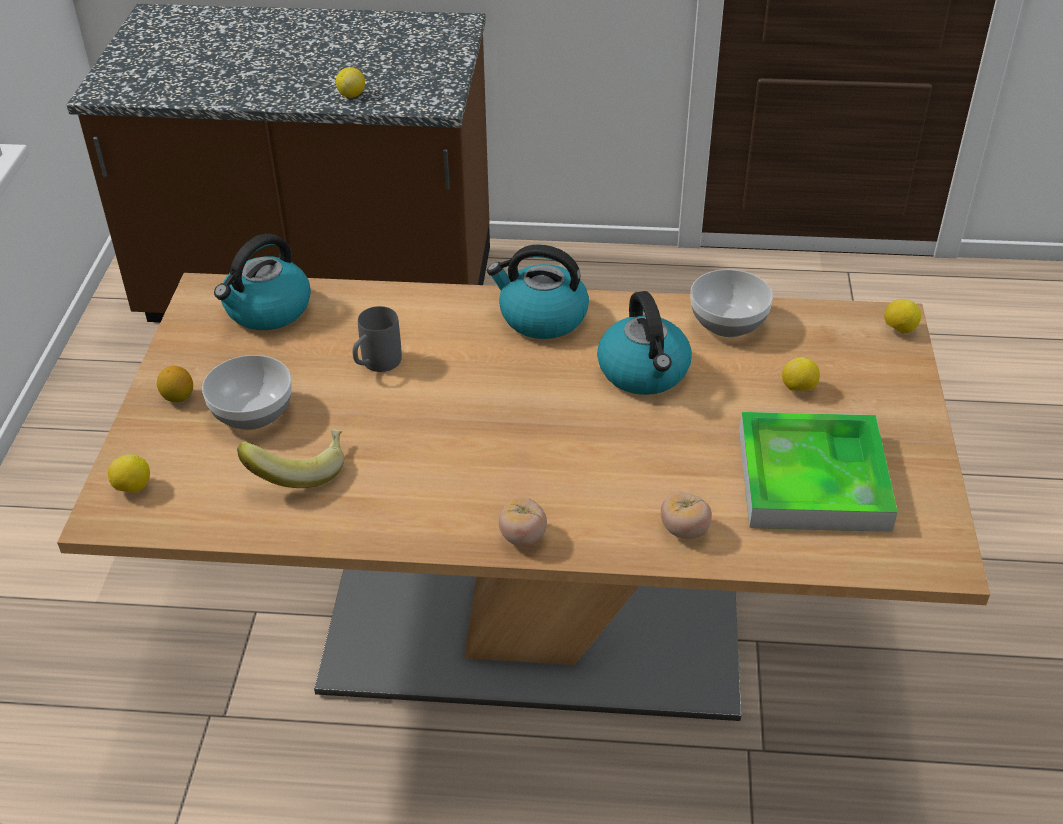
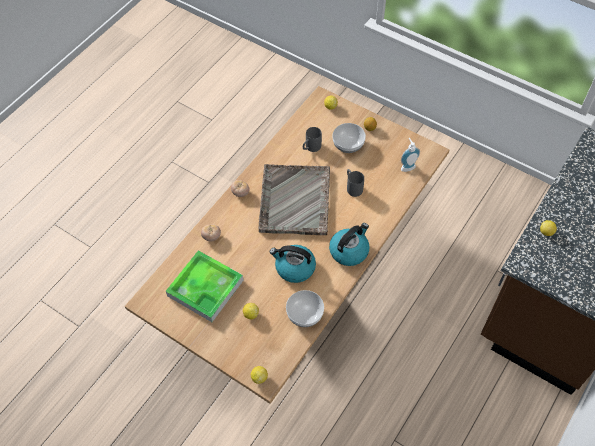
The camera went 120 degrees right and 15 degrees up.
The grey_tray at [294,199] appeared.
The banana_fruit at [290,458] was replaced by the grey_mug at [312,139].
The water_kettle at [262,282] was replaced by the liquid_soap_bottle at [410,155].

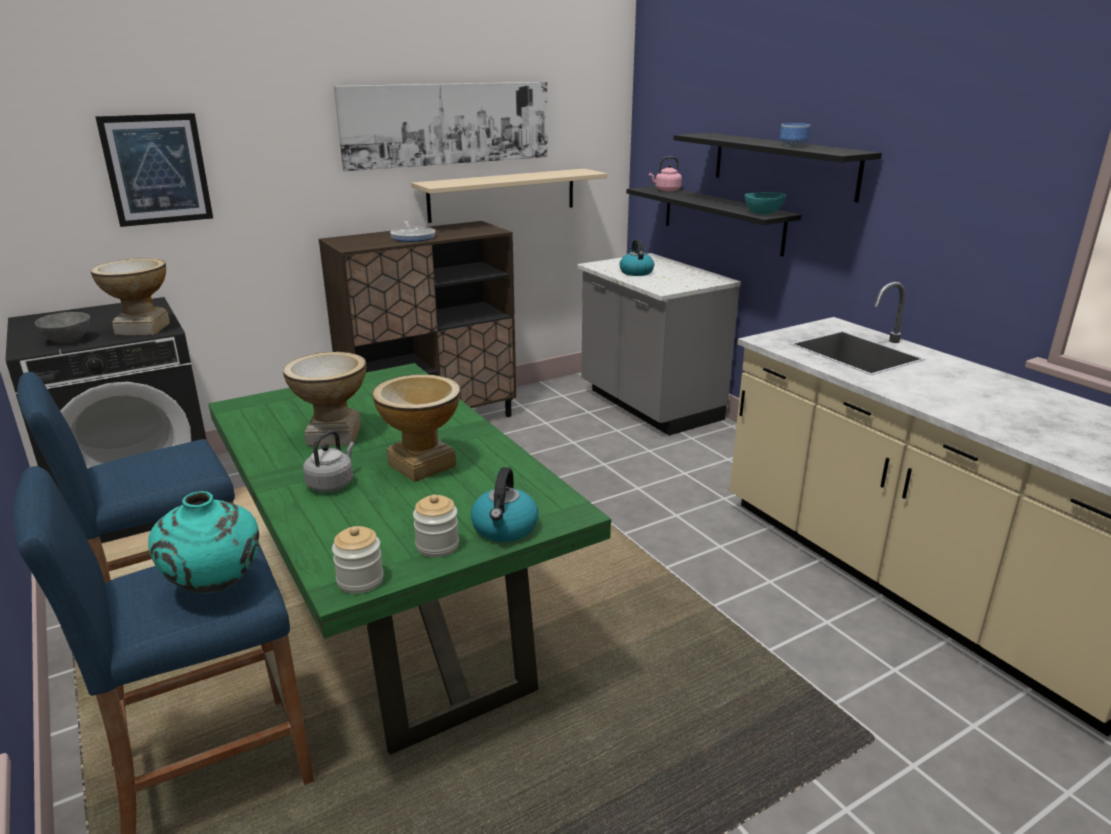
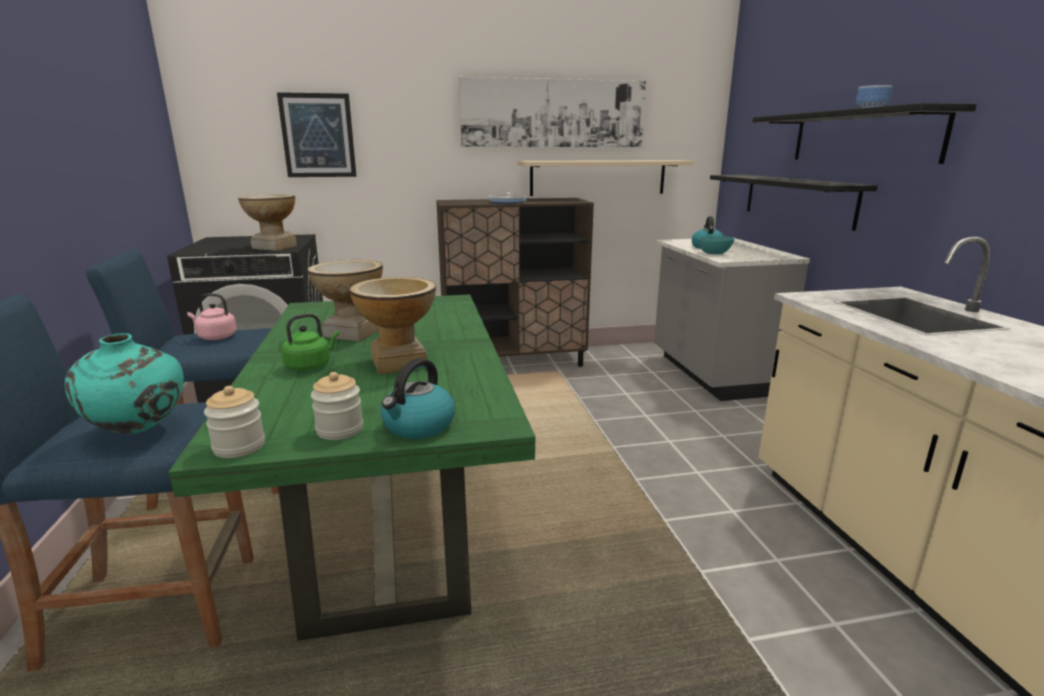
The camera went 20 degrees right and 5 degrees down.
The pink-coloured_water_kettle moved from [665,174] to [212,316].
The grey_water_kettle at [329,461] became the green-coloured_water_kettle at [310,342].
The blue-green_serving_bowl moved from [765,203] to [716,245].
The grey_serving_bowl at [62,327] disappeared.

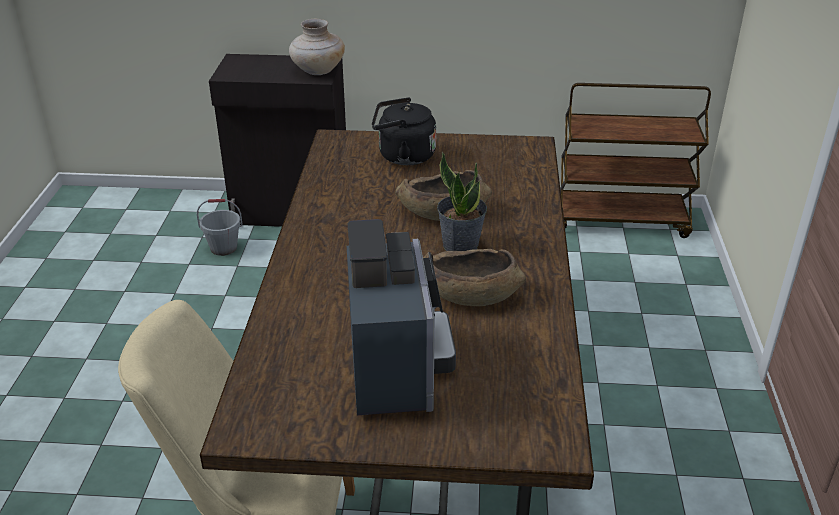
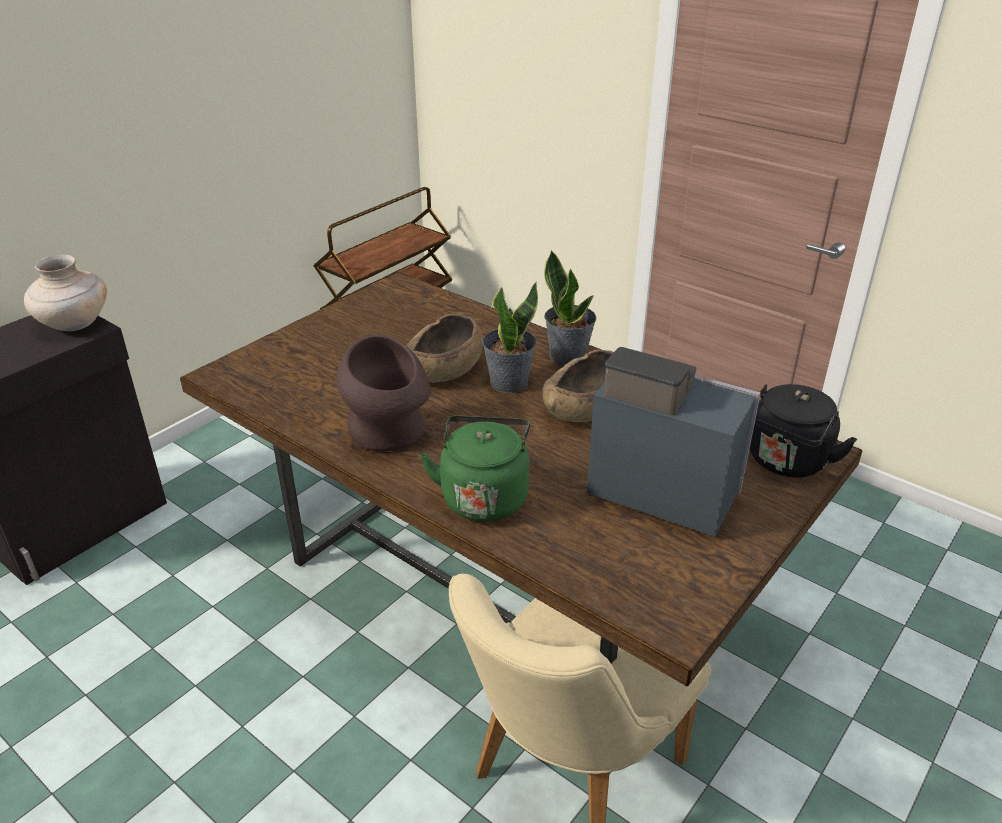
The camera went 55 degrees left and 0 degrees up.
The brownish_flower_vase at [383,393] appeared.
The green-coloured_water_kettle at [475,468] appeared.
The plant_in_a_pot at [570,308] appeared.
The black_water_kettle moved from [404,131] to [803,430].
The grey_pail at [220,227] disappeared.

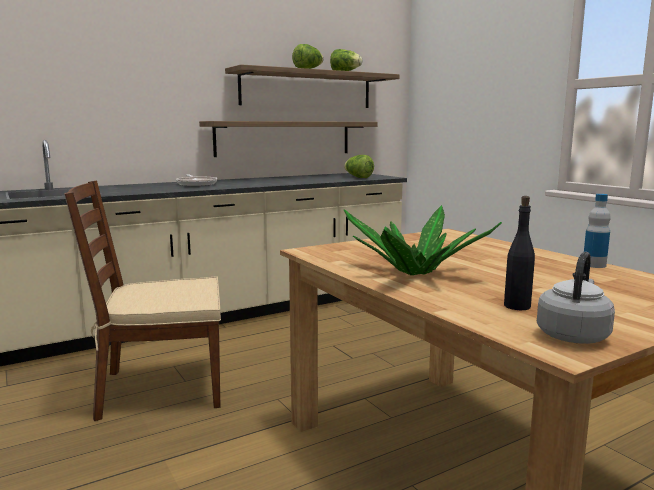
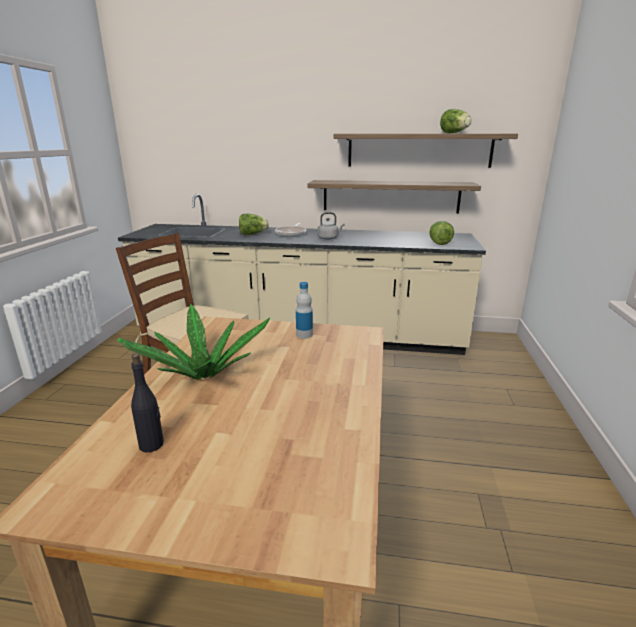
The camera went 40 degrees right and 10 degrees up.
The lettuce moved from [307,56] to [254,224].
The drink_bottle moved from [597,231] to [304,310].
The grey_water_kettle moved from [576,298] to [331,226].

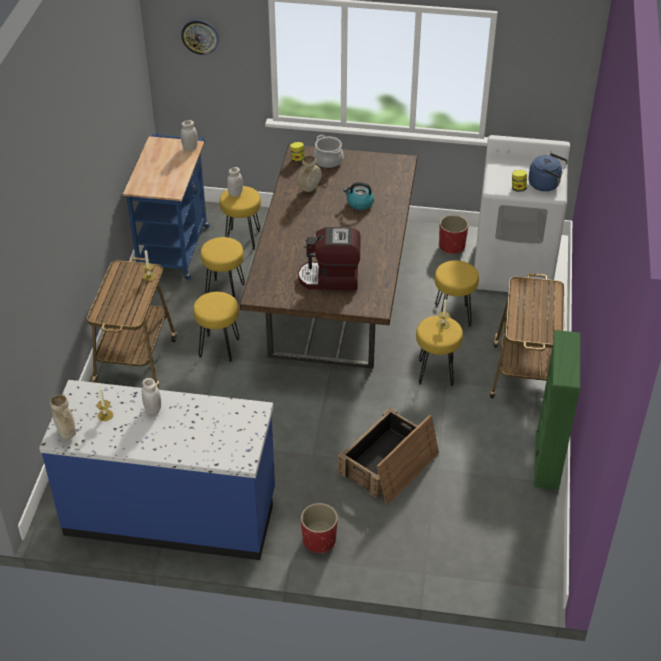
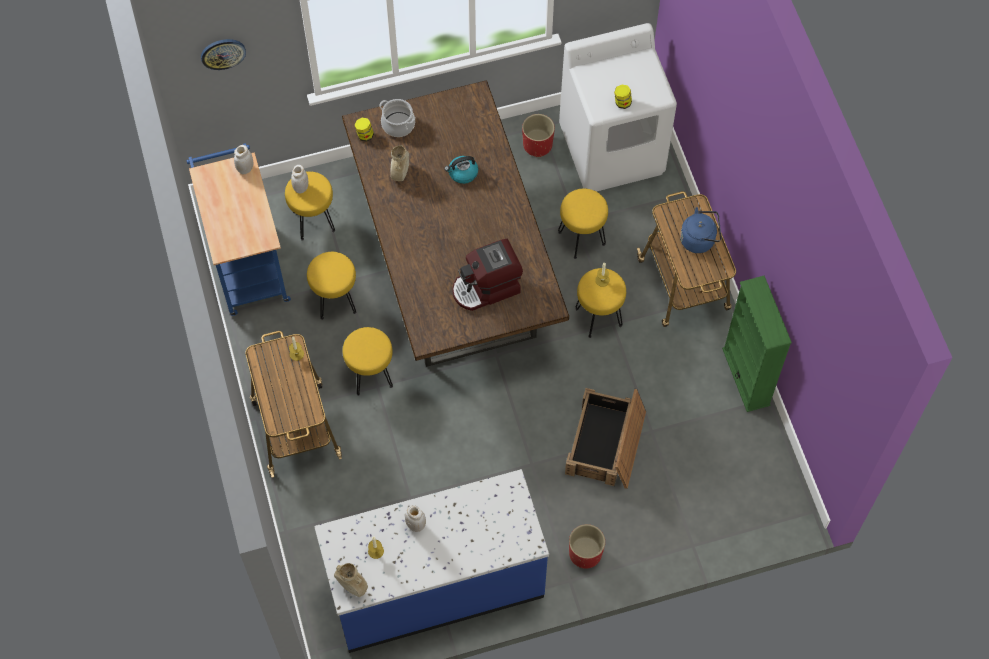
The camera went 25 degrees left and 20 degrees up.
The bluish_water_kettle moved from [548,172] to [700,230].

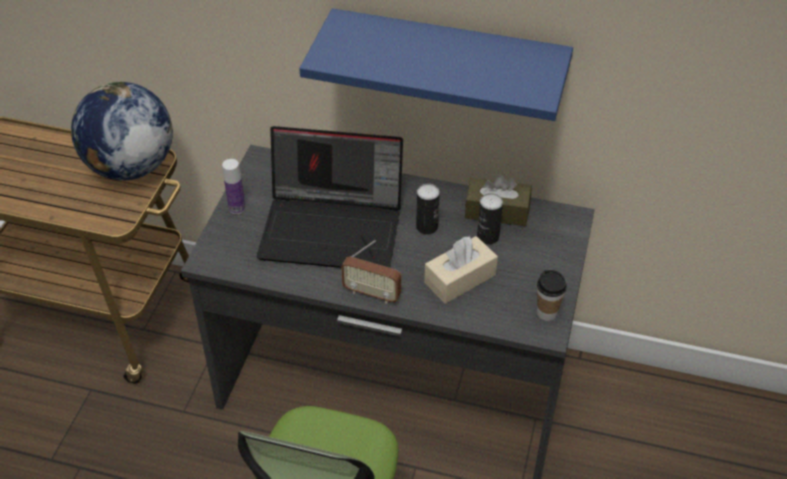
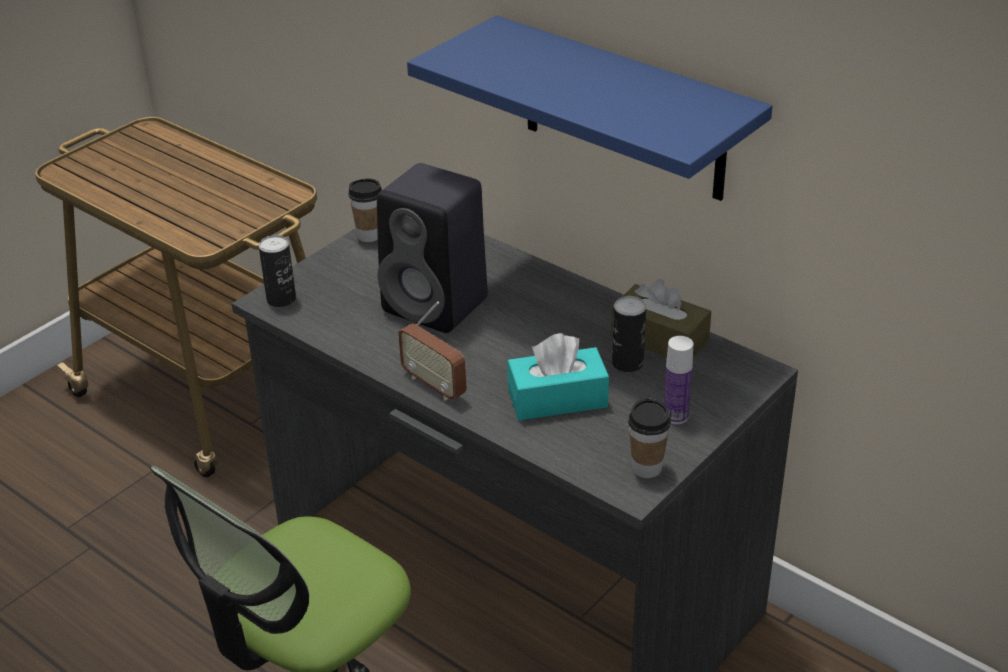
The camera went 25 degrees right and 10 degrees down.
The metal_can moved from [428,209] to [277,271].
The drinking_cup at [365,210] appeared.
The portable_computer at [330,197] was replaced by the black_loudspeaker at [432,248].
The sand-coloured_tissue_box at [461,270] became the blue-green_tissue_box at [558,376].
The drink_bottle moved from [234,186] to [678,380].
The desk_globe at [122,131] disappeared.

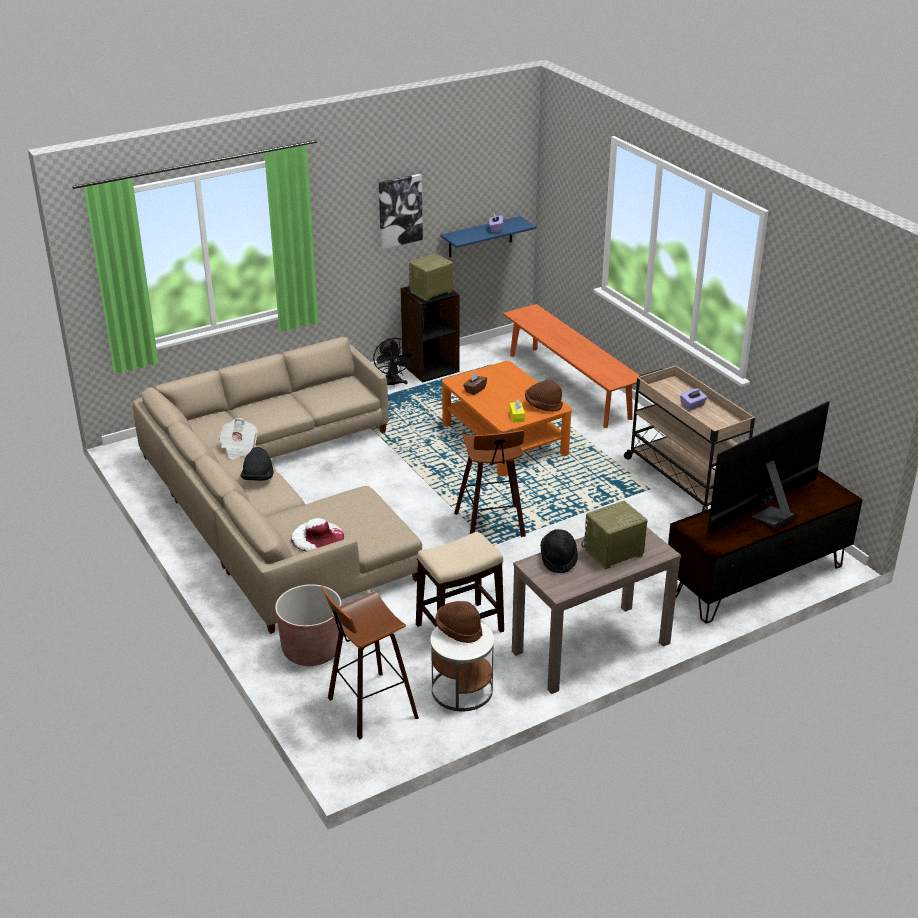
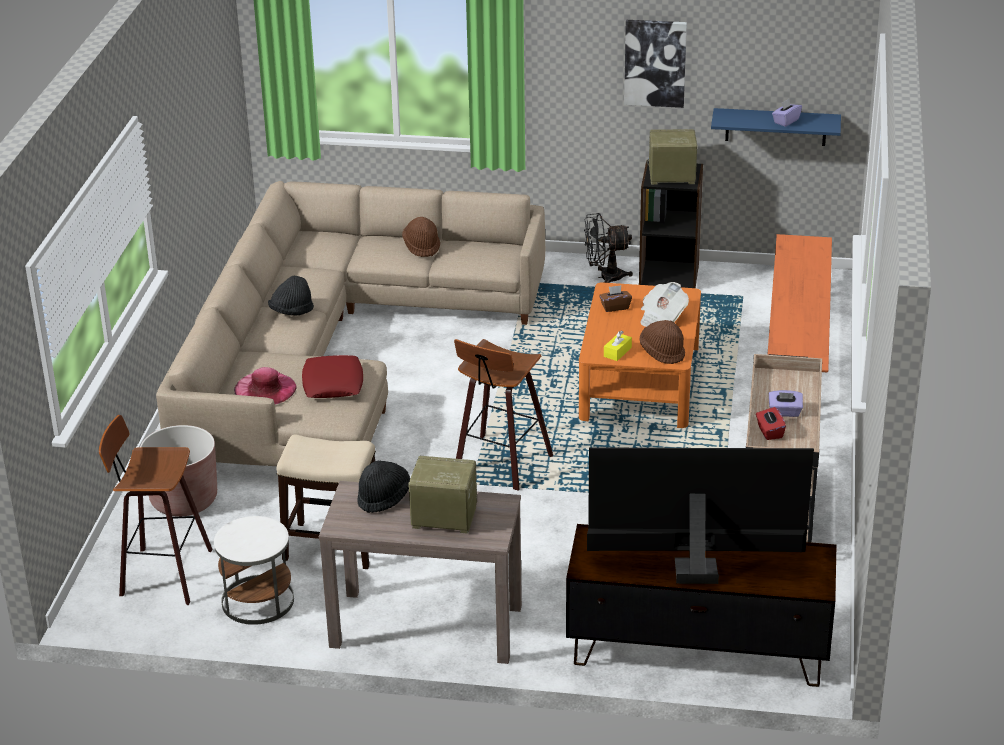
The camera went 40 degrees right and 0 degrees up.
The white_wearable_hat at [317,535] became the pink-coloured_wearable_hat at [265,385].
The red-coloured_cushion at [332,376] appeared.
The brownish_wearable_hat moved from [459,622] to [421,237].
The black_fan at [394,362] turned 60 degrees clockwise.
The newspaper moved from [238,438] to [664,304].
The red-coloured_tissue_box at [771,423] appeared.

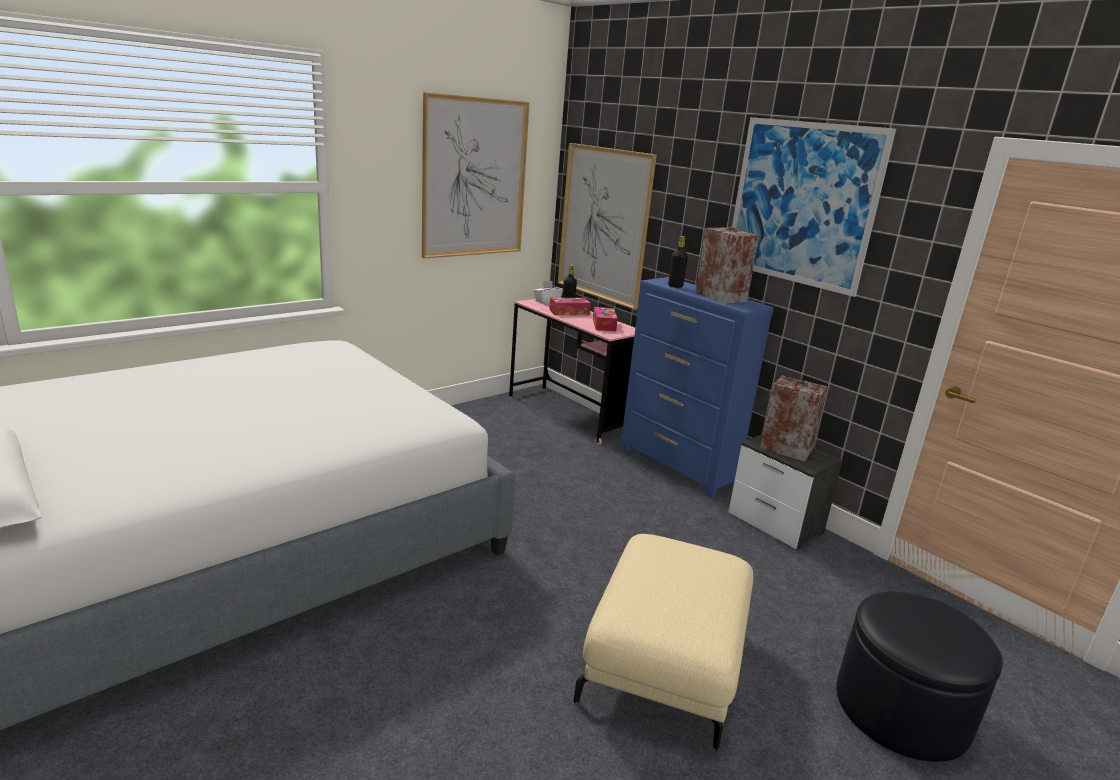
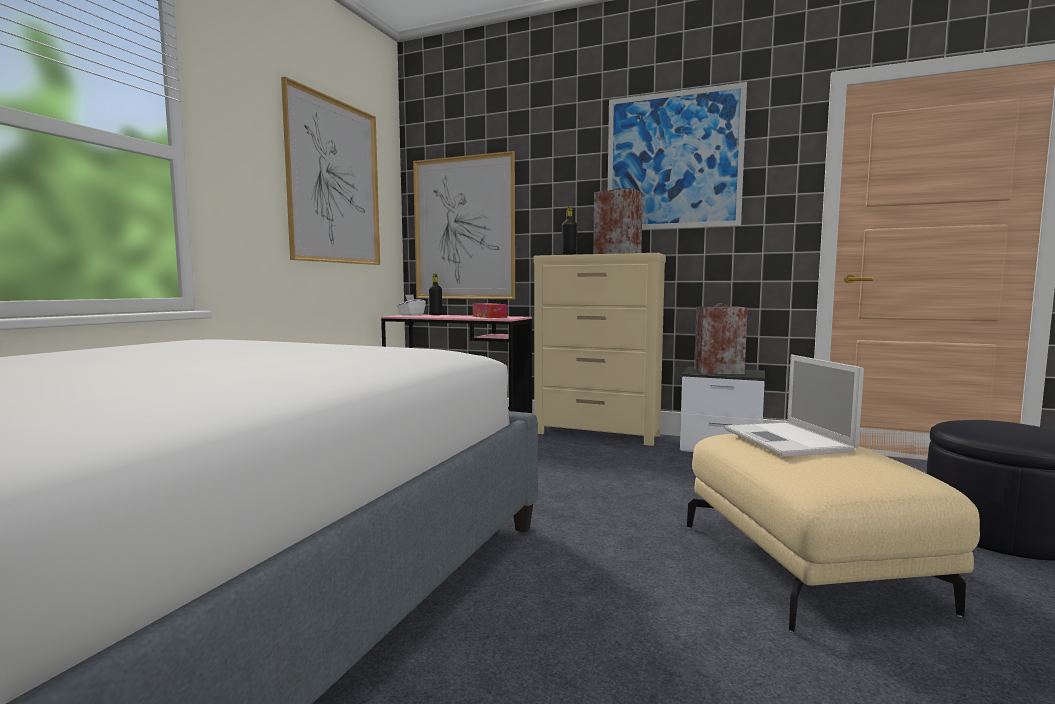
The camera went 25 degrees left and 15 degrees down.
The bluish_chest_of_drawers at [697,387] became the sand-coloured_chest_of_drawers at [600,349].
The portable_computer at [794,405] appeared.
The tissue_box at [570,306] disappeared.

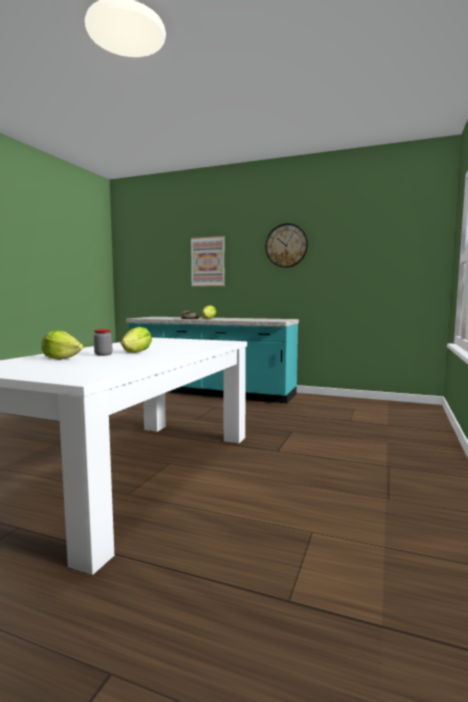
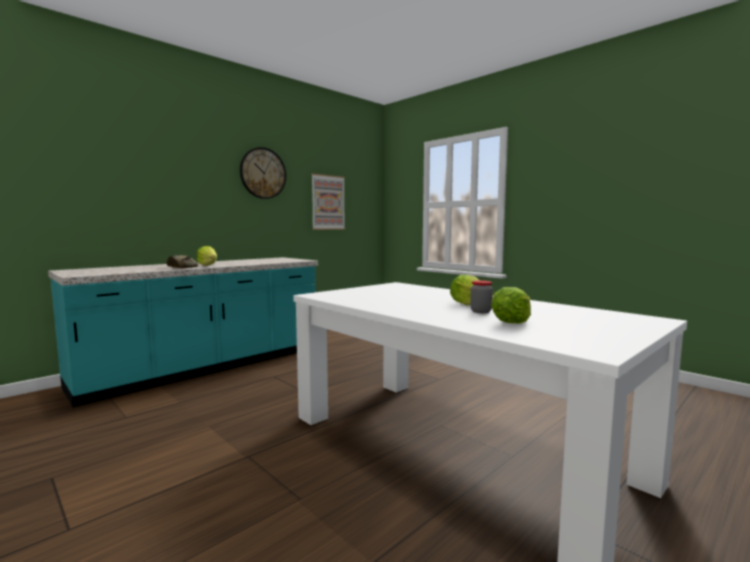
The camera went 65 degrees left and 0 degrees up.
The wall_art moved from [208,261] to [328,202].

